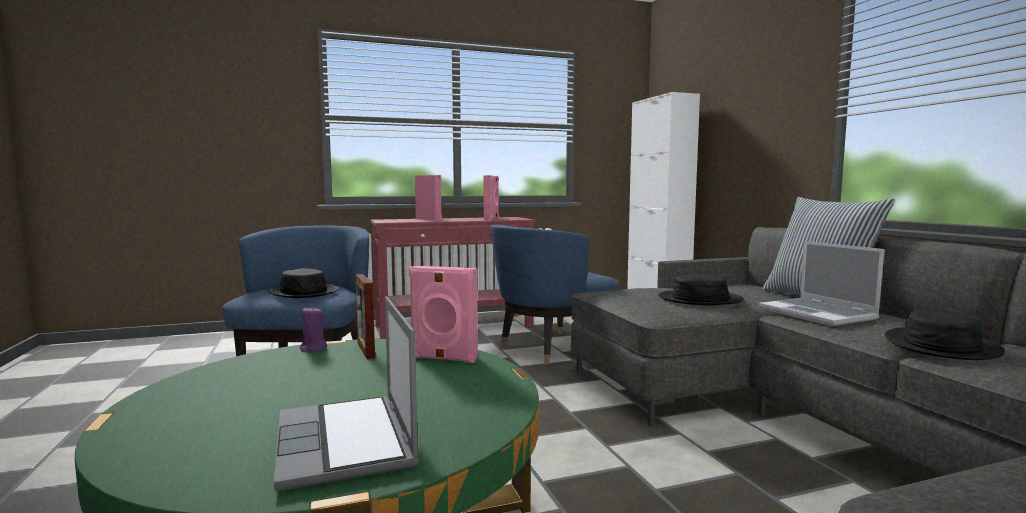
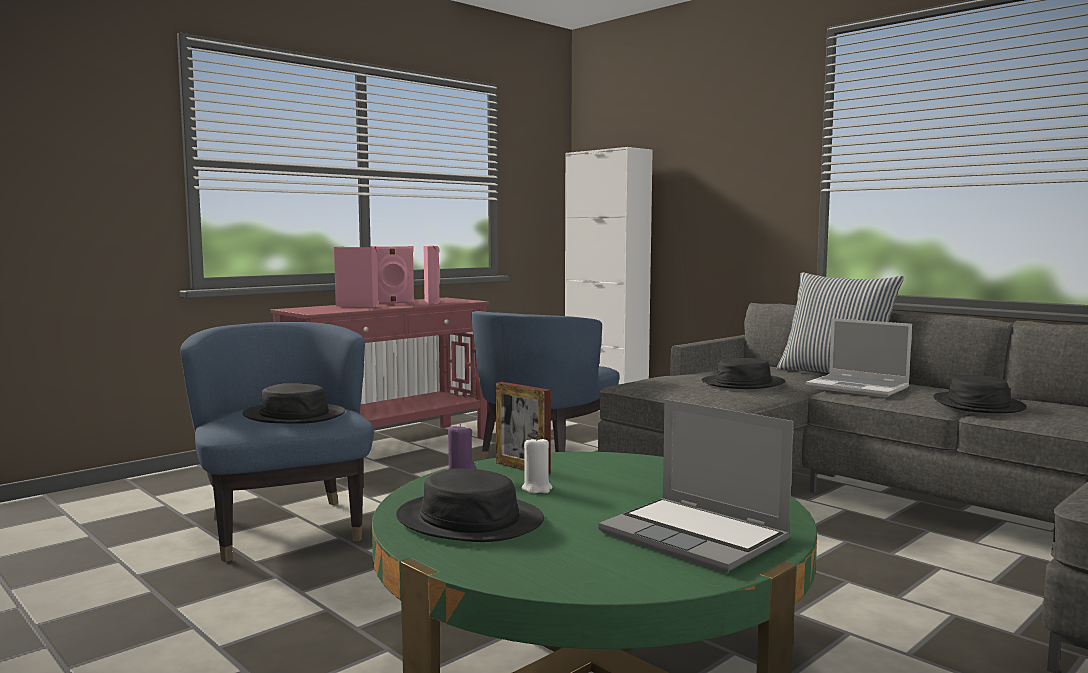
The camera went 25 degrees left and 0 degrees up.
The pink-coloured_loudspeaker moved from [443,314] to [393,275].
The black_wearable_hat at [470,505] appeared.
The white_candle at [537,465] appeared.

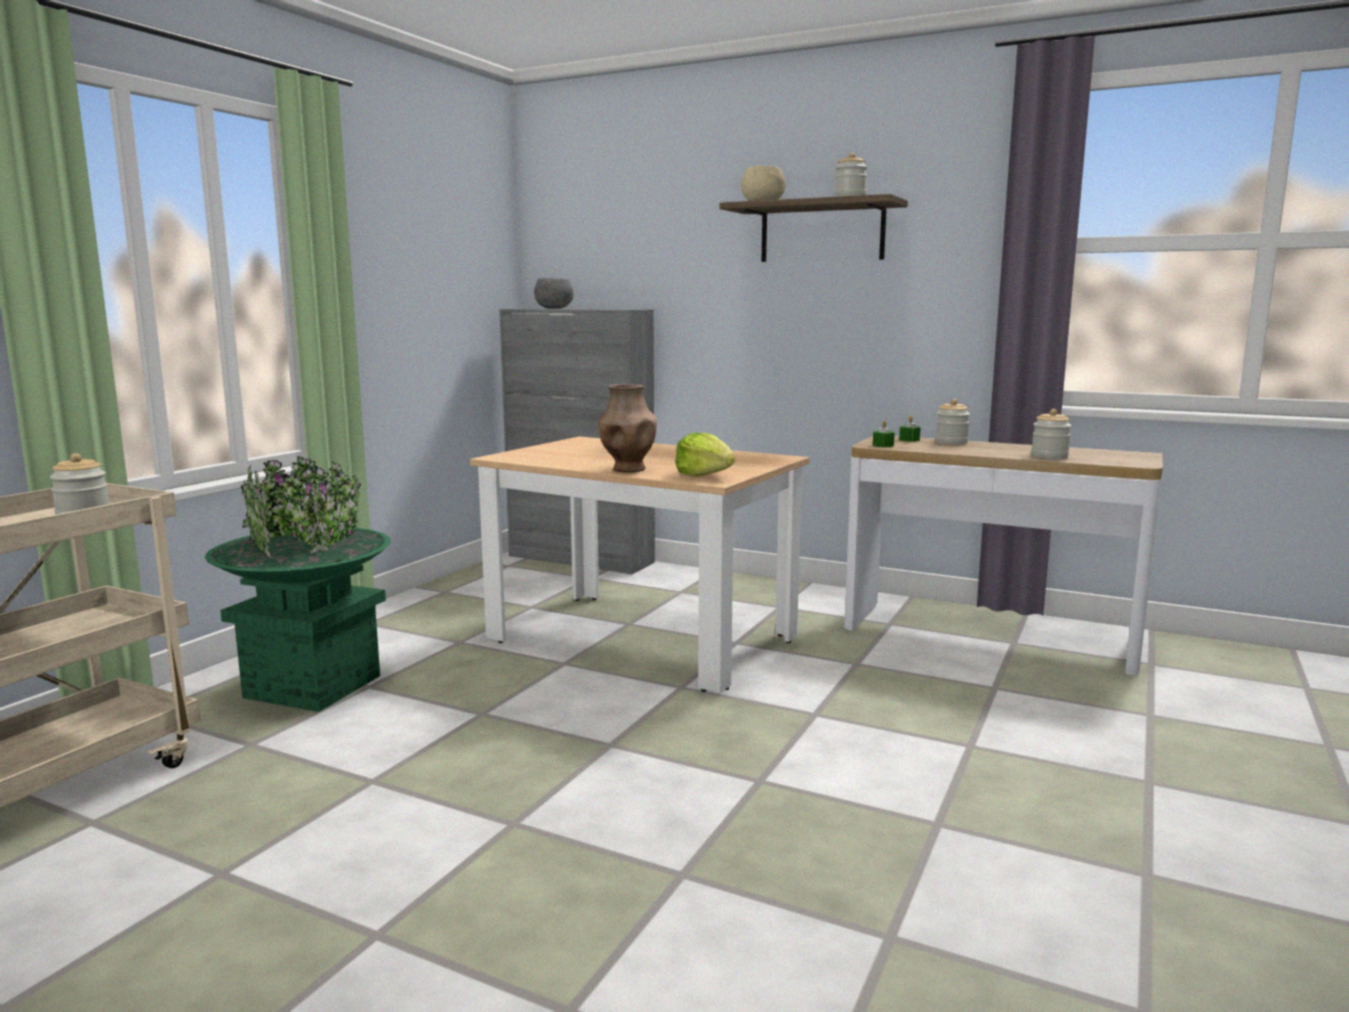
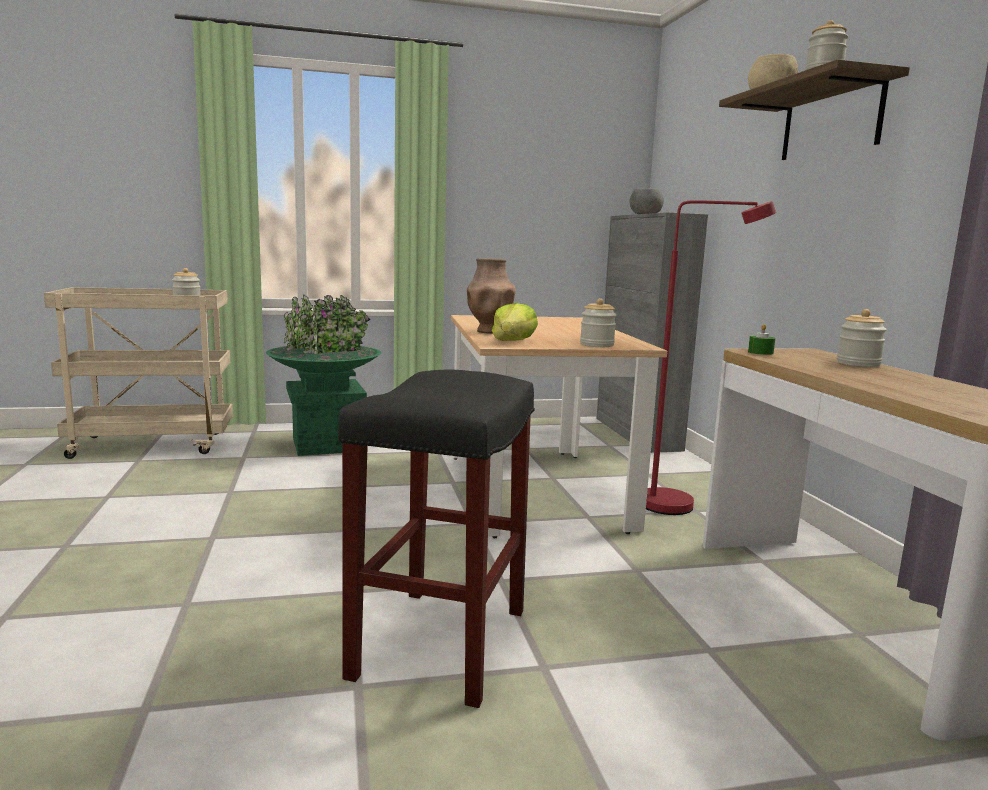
The camera went 50 degrees right and 0 degrees up.
The black_stool_seat at [436,539] appeared.
The preserve_jar moved from [1051,434] to [598,322].
The red-coloured_standing_lamp at [711,357] appeared.
The green-coloured_candle at [910,429] disappeared.

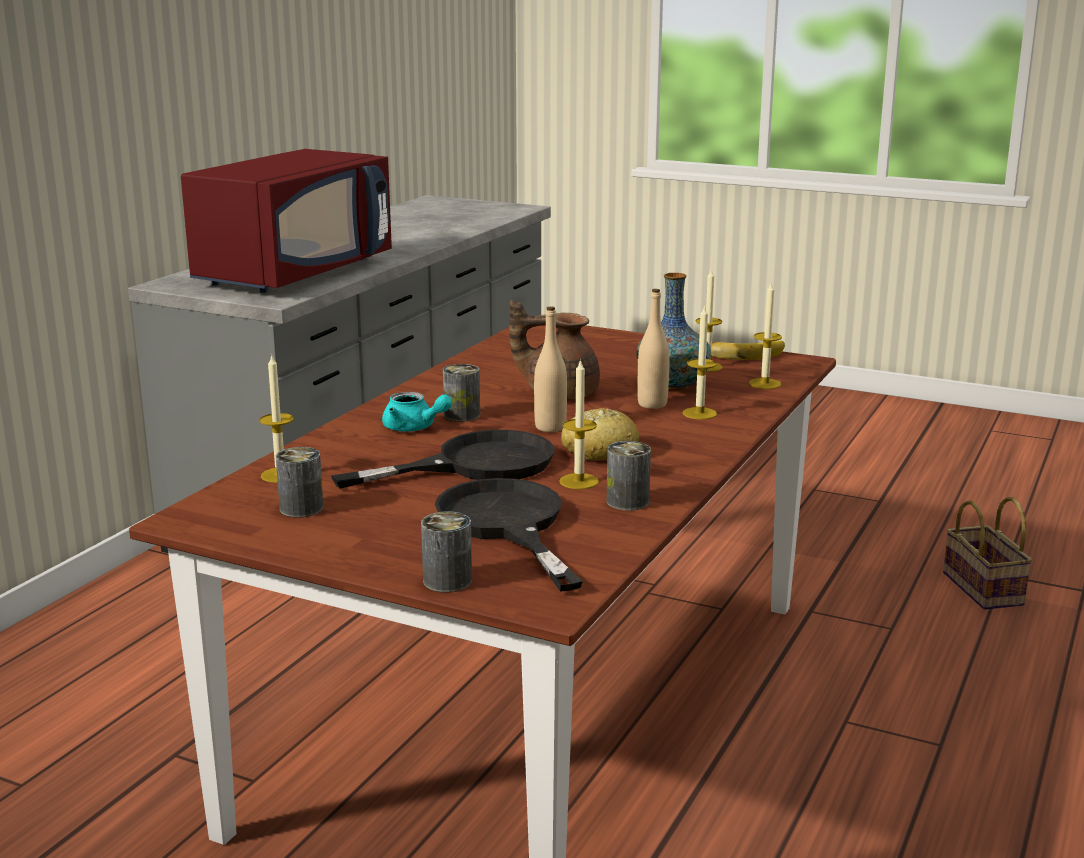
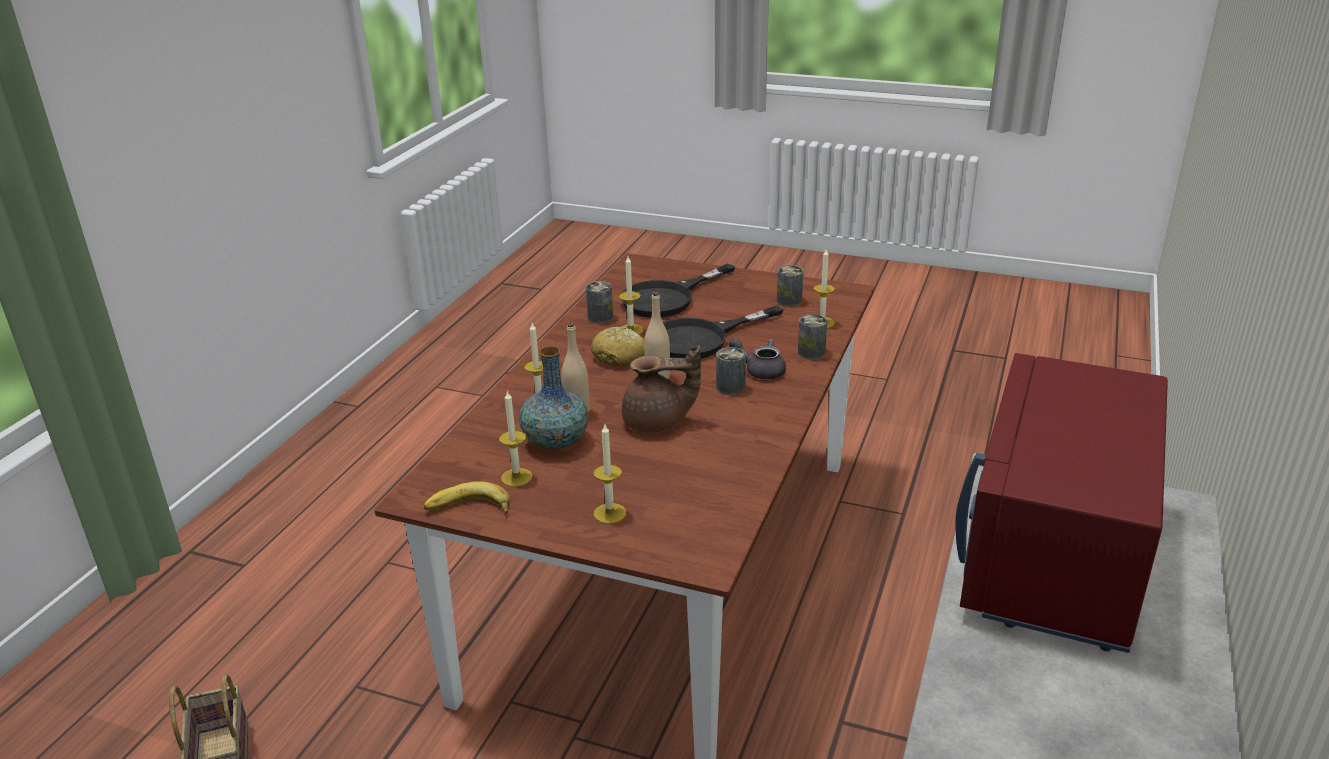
The camera went 175 degrees right and 10 degrees up.
The candle moved from [765,336] to [610,474].
The black_frying_pan at [509,535] turned 75 degrees clockwise.
The blue-green_tea_pot at [417,412] became the grey_tea_pot at [757,358].
The metal_can moved from [446,552] to [812,337].

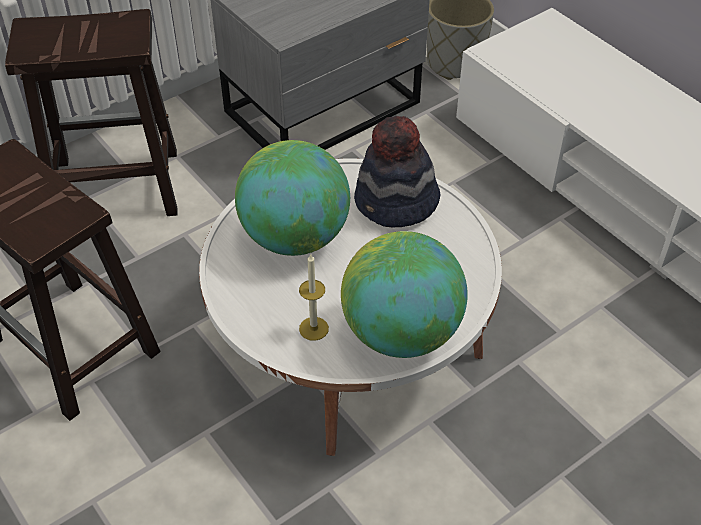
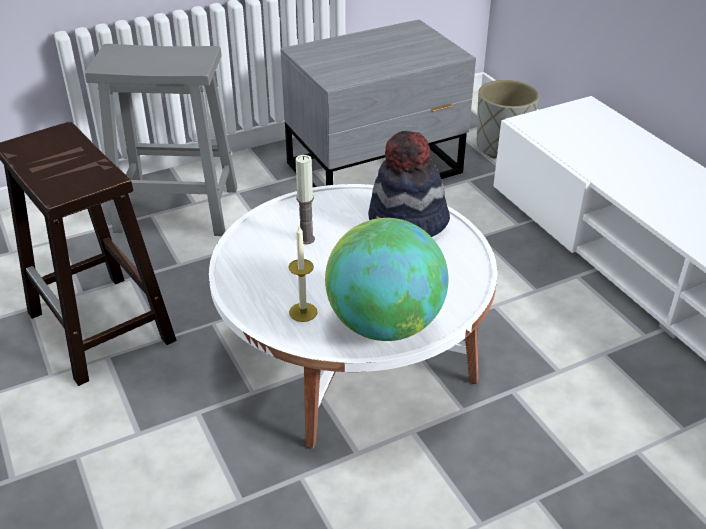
The camera went 10 degrees right and 10 degrees down.
The brownish_stool_seat at [91,112] became the grey_stool_seat at [161,140].
The desk_globe at [292,198] was replaced by the candle at [305,199].

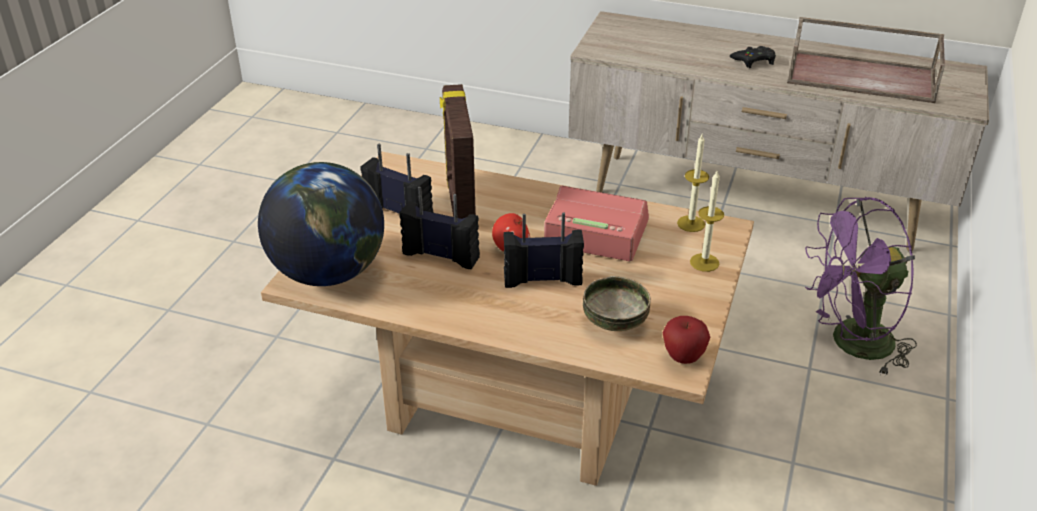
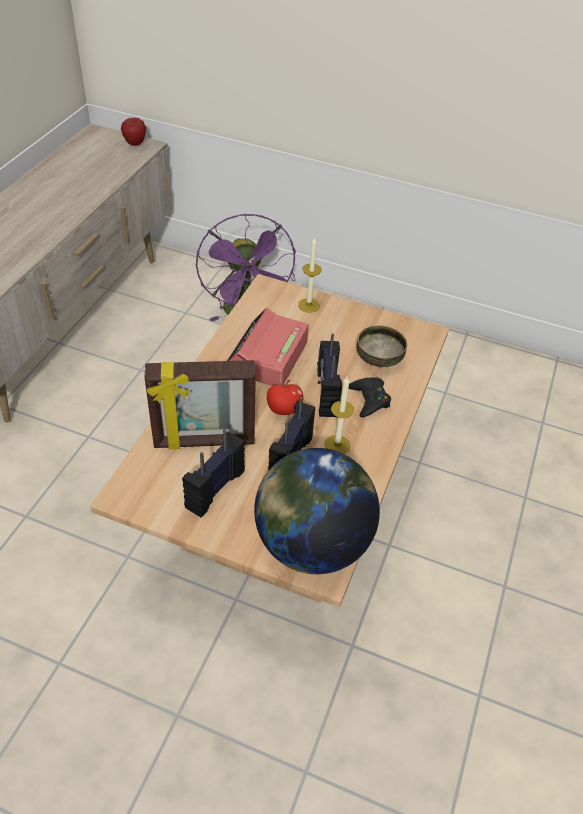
The camera went 90 degrees left and 10 degrees up.
The whole_apple moved from [686,340] to [133,132].
The candle moved from [693,183] to [339,415].
The black_game_controller moved from [753,57] to [370,397].
The brownish_tray at [866,60] disappeared.

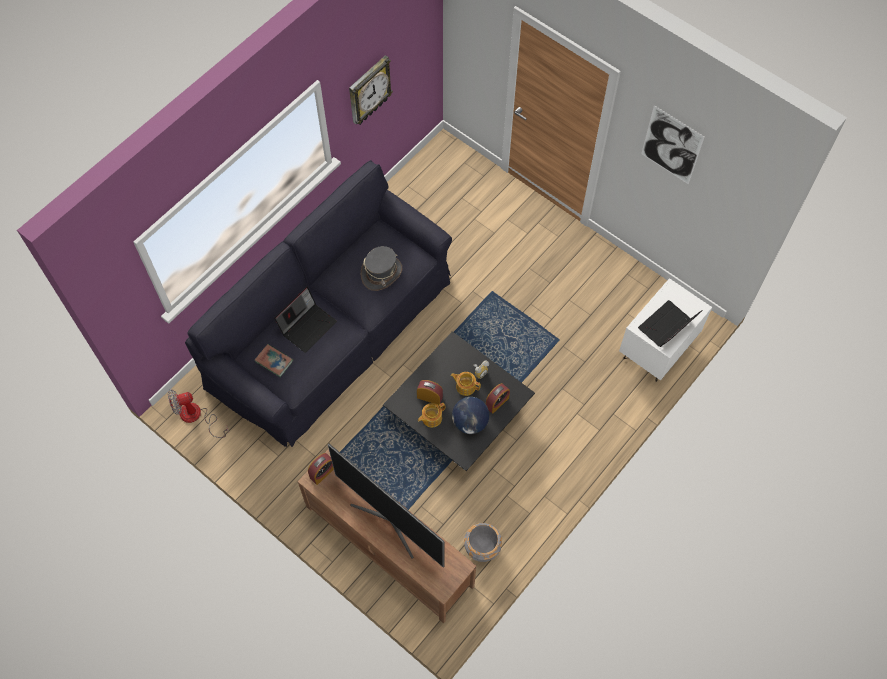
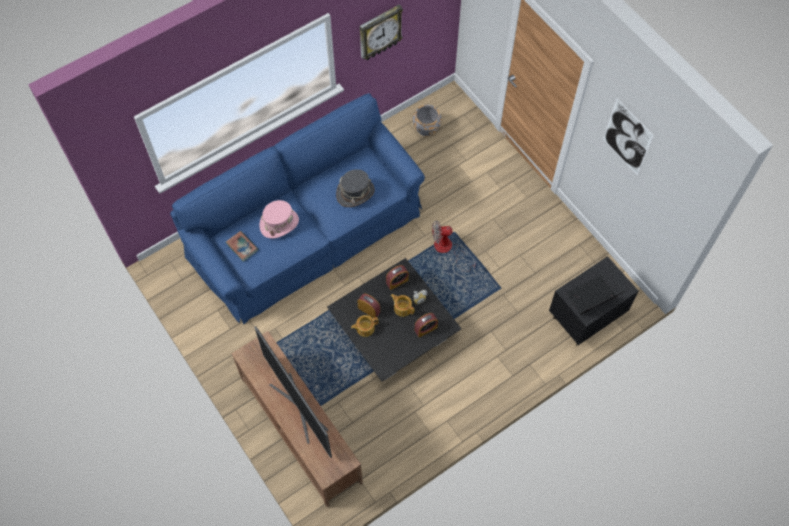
The camera went 15 degrees right and 0 degrees up.
The black_couch at [318,303] became the bluish_couch at [297,208].
The portable_computer at [305,319] was replaced by the pink-coloured_wearable_hat at [279,219].
The alarm_clock moved from [321,469] to [397,277].
The grey_plant_pot moved from [483,542] to [427,121].
The fan moved from [198,413] to [453,246].
The white_night_table at [665,330] became the black_night_table at [594,301].
The desk_globe at [470,415] disappeared.

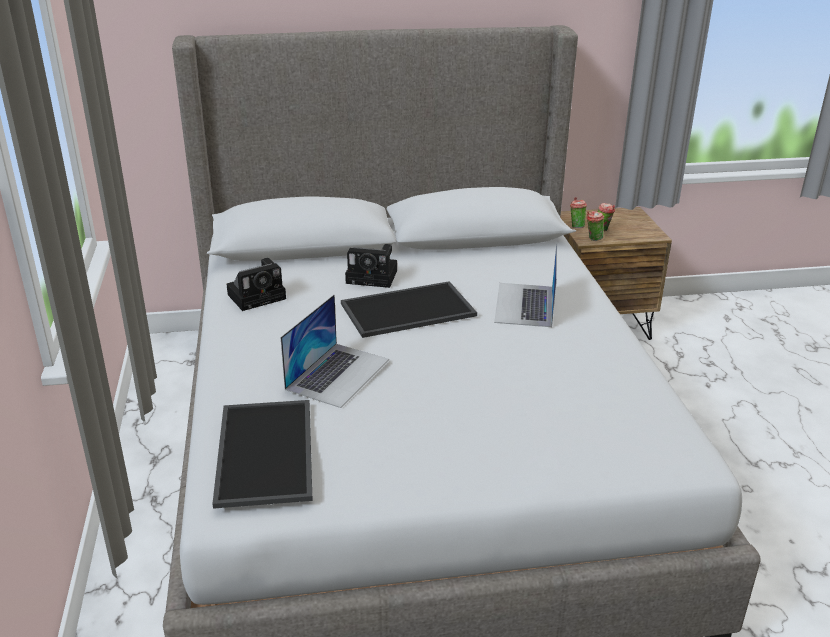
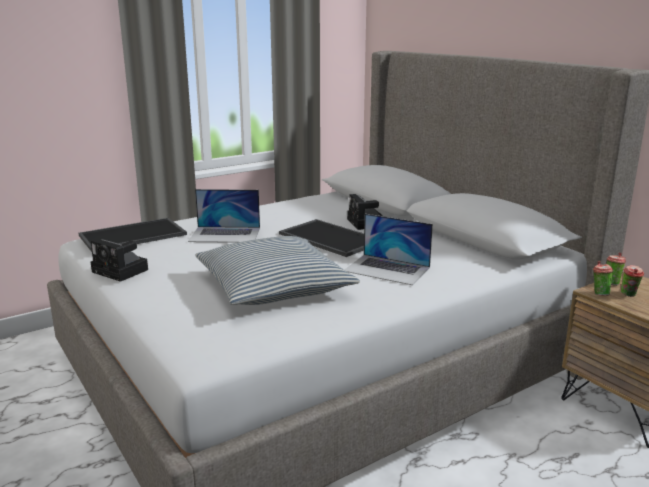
The camera went 65 degrees right and 10 degrees down.
The photo_camera moved from [256,284] to [119,260].
The cushion at [277,270] appeared.
The portable_computer at [525,284] turned 135 degrees counterclockwise.

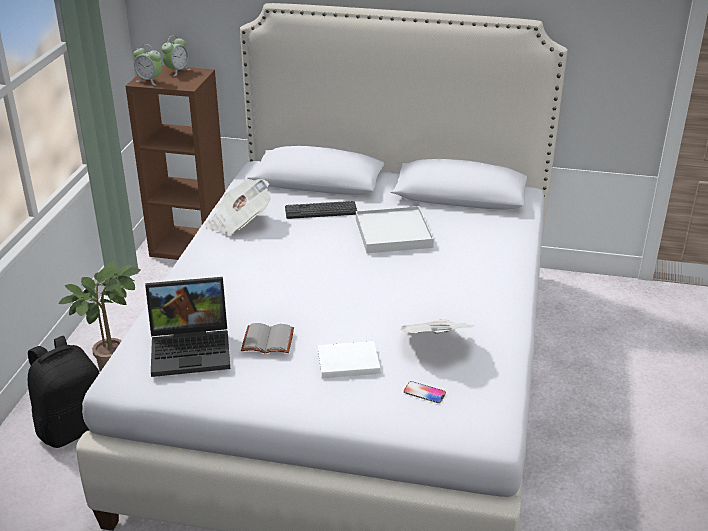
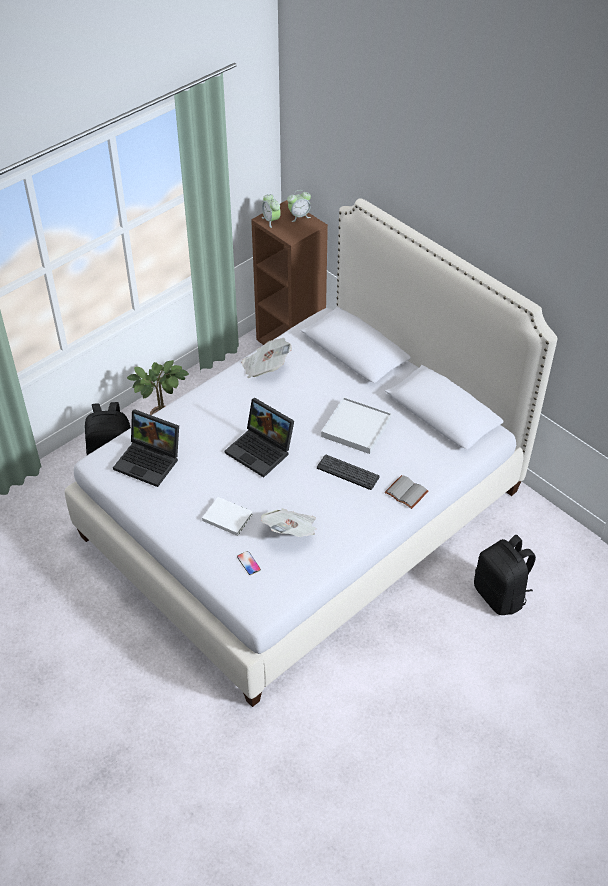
The camera went 35 degrees right and 15 degrees up.
The portable_computer at [259,437] appeared.
The PC_keyboard moved from [321,210] to [348,472].
The grey_volume moved from [267,338] to [406,492].
The black_knapsack at [505,575] appeared.

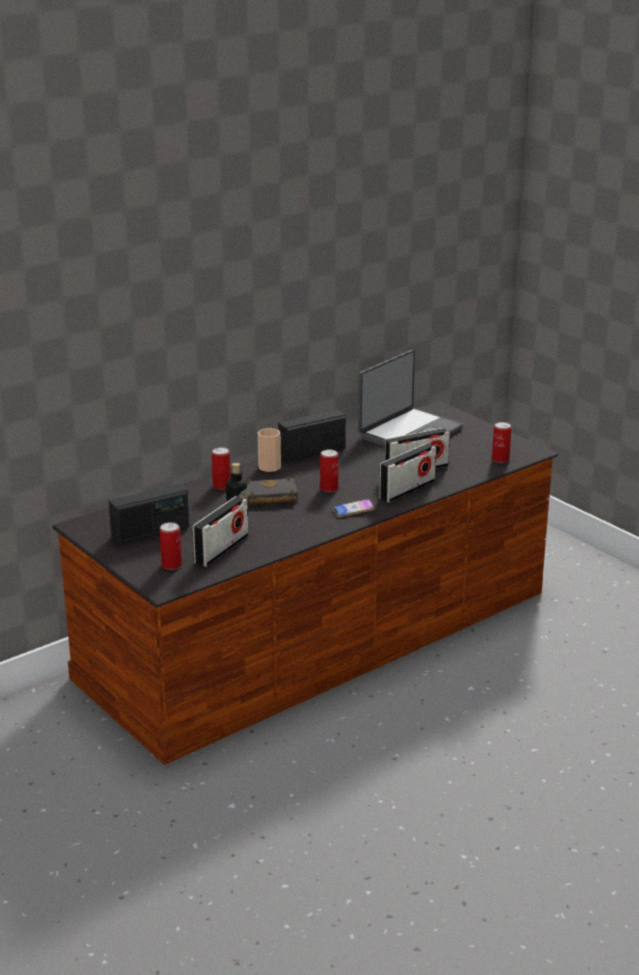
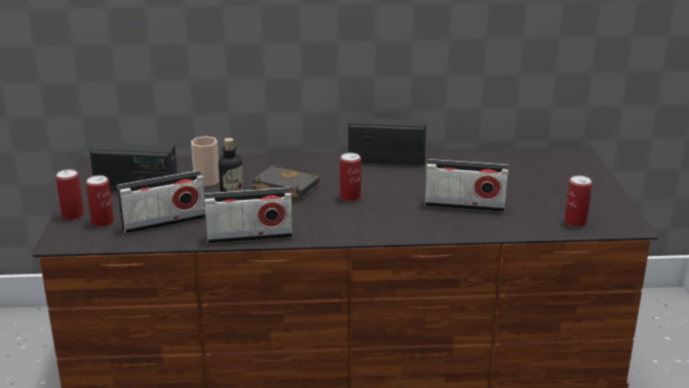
The camera went 35 degrees right and 0 degrees up.
The metal_can moved from [221,468] to [70,194].
The drinking_cup moved from [269,450] to [205,161].
The radio_set moved from [407,473] to [248,215].
The handset at [354,508] disappeared.
The portable_computer at [410,398] disappeared.

